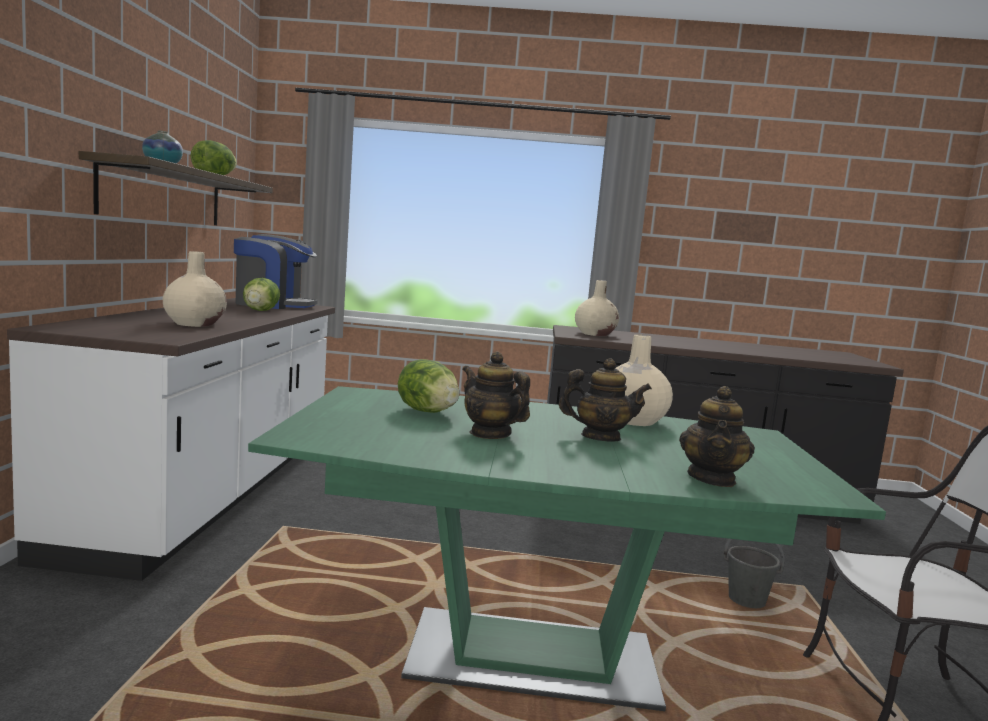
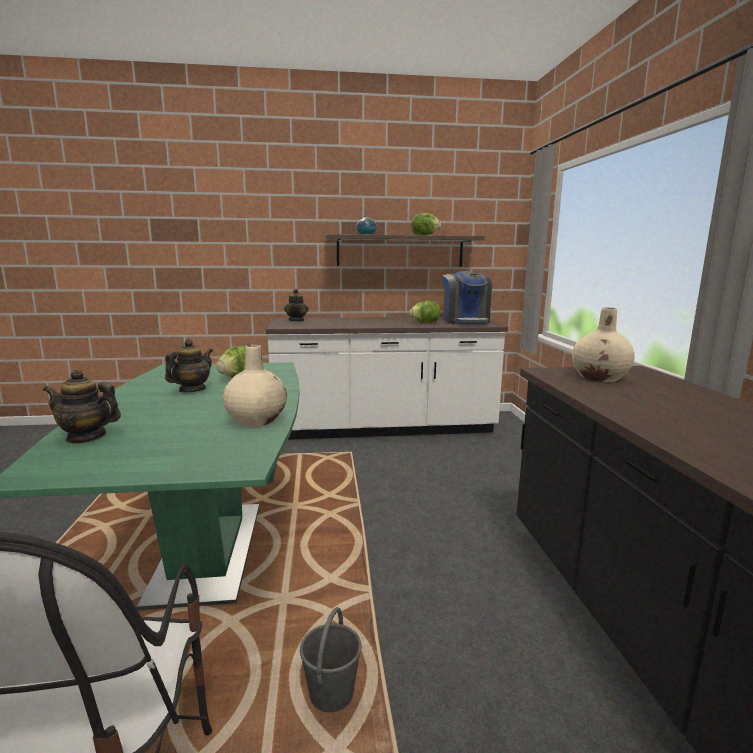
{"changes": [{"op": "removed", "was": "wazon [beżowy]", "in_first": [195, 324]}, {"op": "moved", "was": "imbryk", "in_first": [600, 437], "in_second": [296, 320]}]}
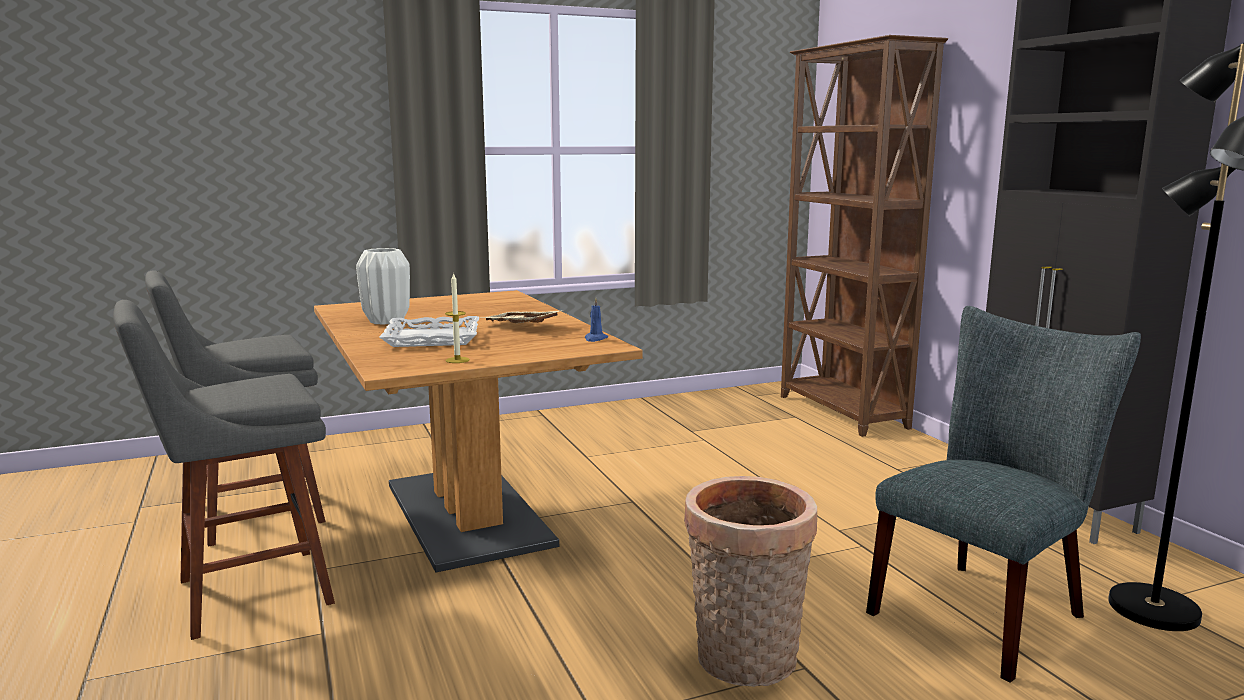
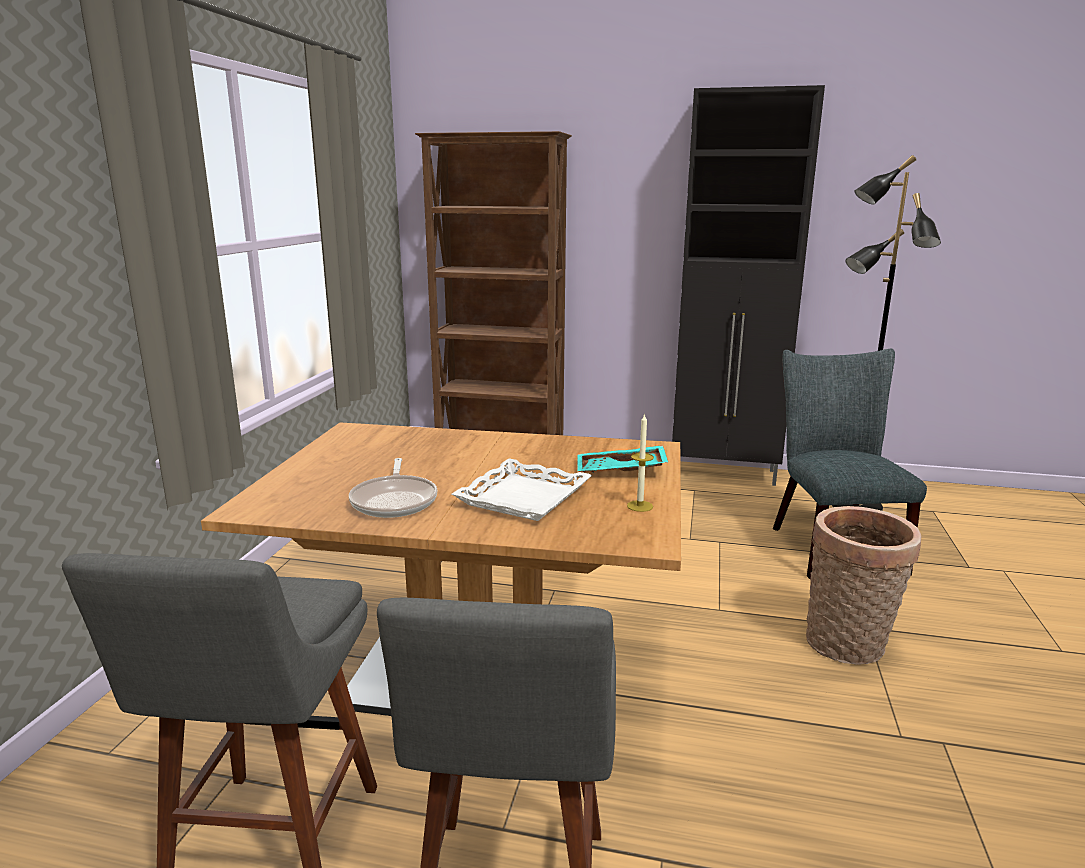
{"changes": [{"op": "replaced", "was": "wazon [biały]", "now": "patelnia", "in_first": [387, 321], "in_second": [395, 501]}, {"op": "removed", "was": "świeca [niebieski]", "in_first": [595, 339]}, {"op": "removed", "was": "taca [beżowy]", "in_first": [520, 326]}, {"op": "added", "now": "taca [turkusowy]", "in_second": [620, 471]}]}
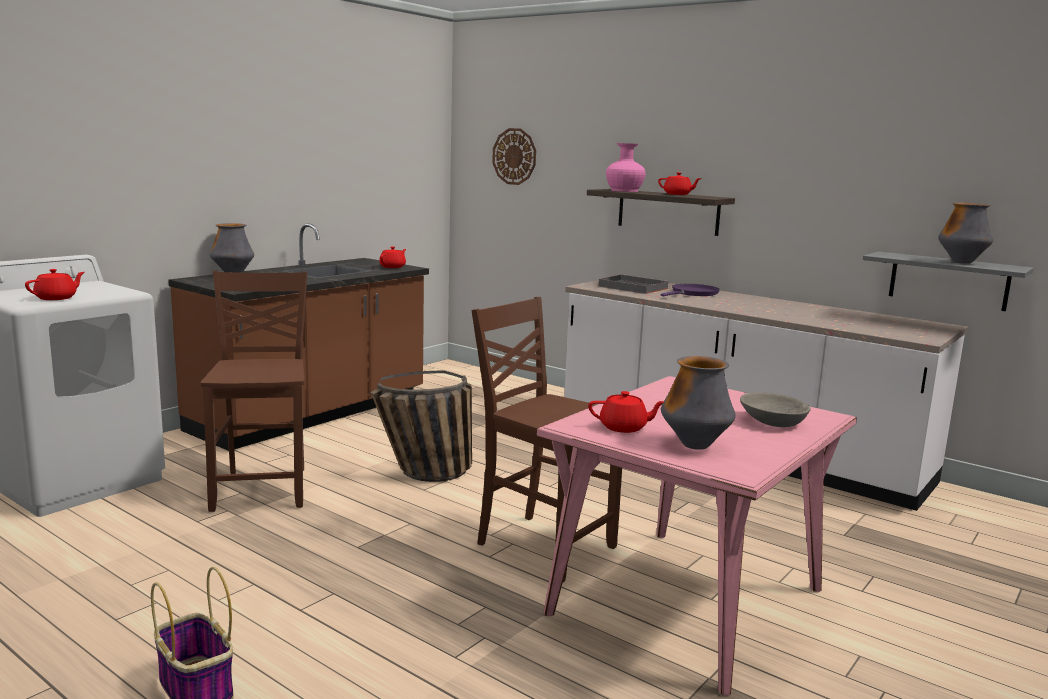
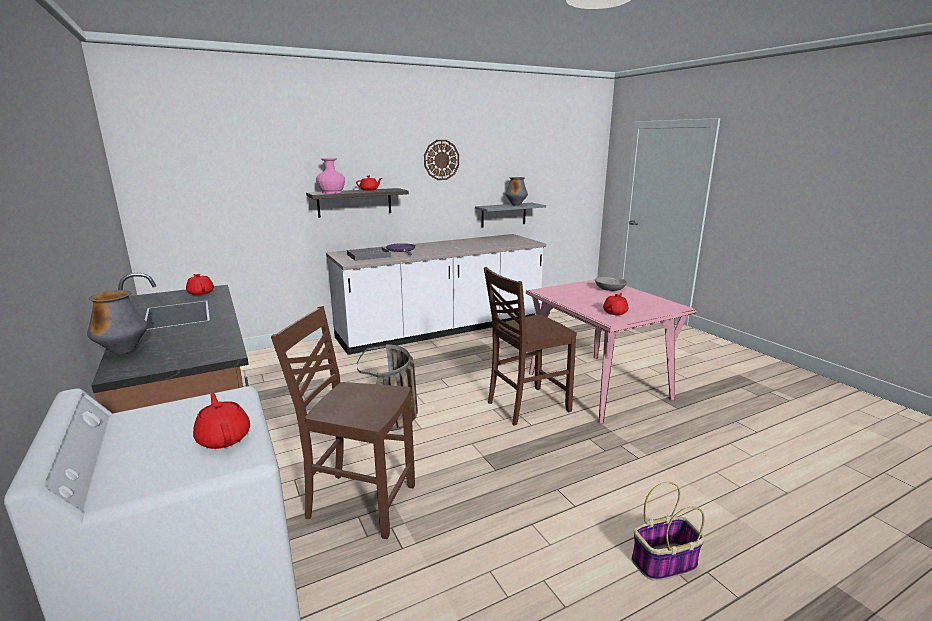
{"changes": [{"op": "moved", "was": "zegar ścienny", "in_first": [514, 156], "in_second": [441, 160]}, {"op": "removed", "was": "wazon", "in_first": [695, 445]}]}
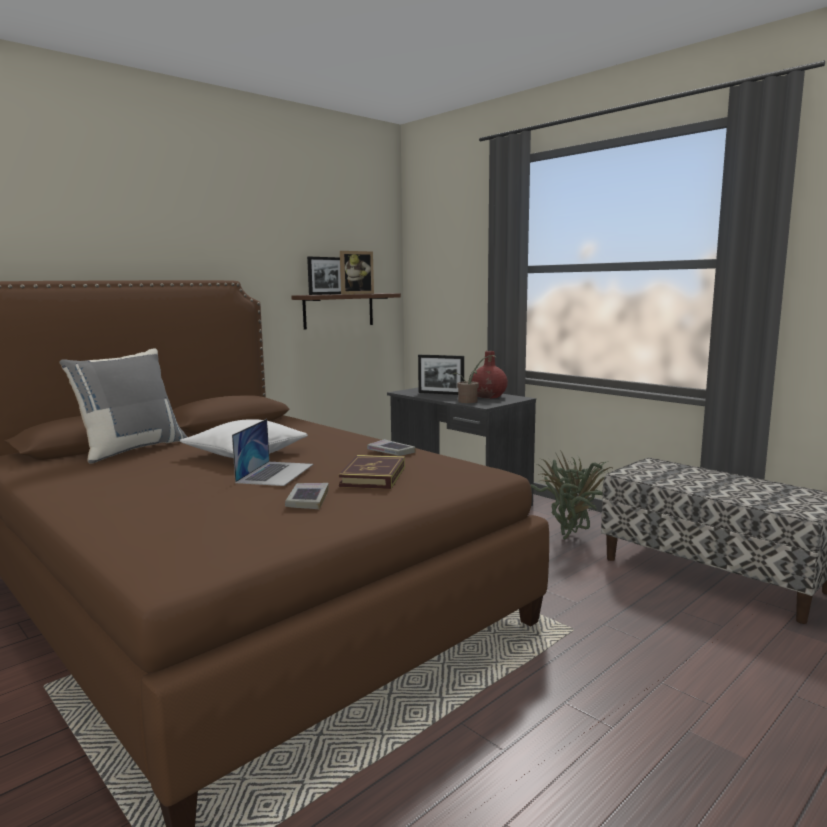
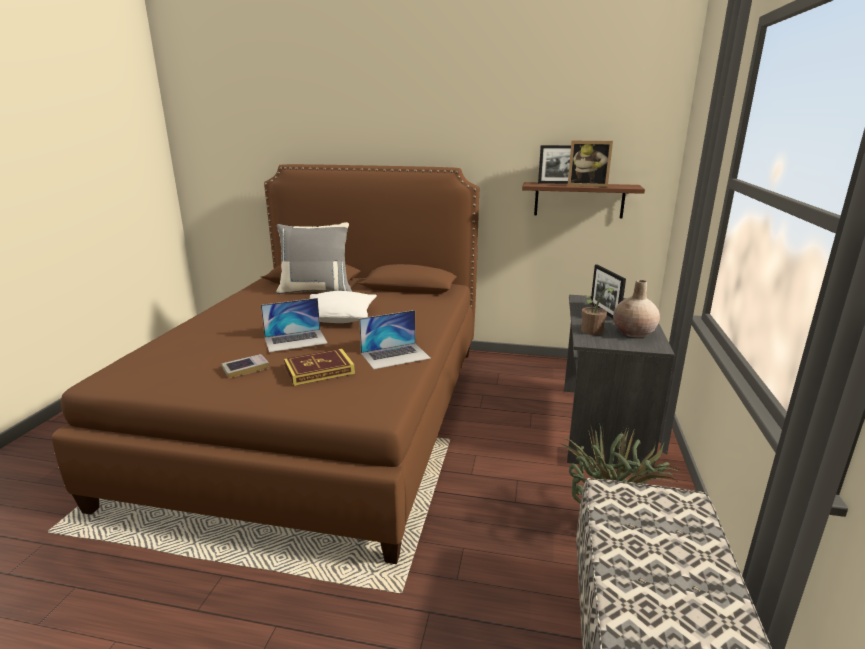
{"changes": [{"op": "recoloured", "was": "wazon [czerwony]", "now": "wazon [beżowy]", "in_first": [489, 396], "in_second": [634, 332]}, {"op": "replaced", "was": "książka", "now": "laptop", "in_first": [391, 452], "in_second": [395, 355]}]}
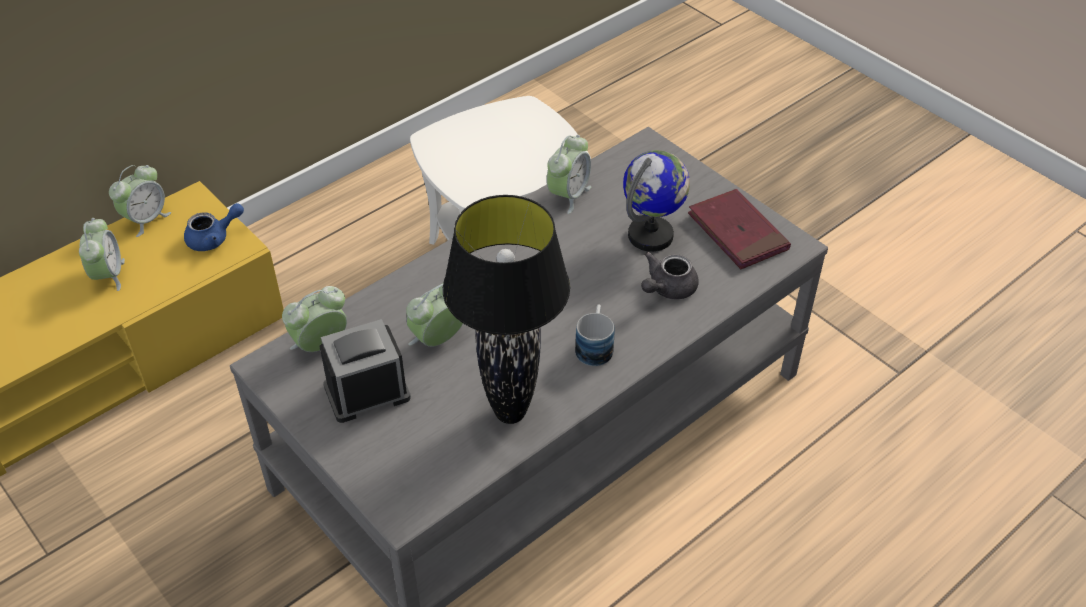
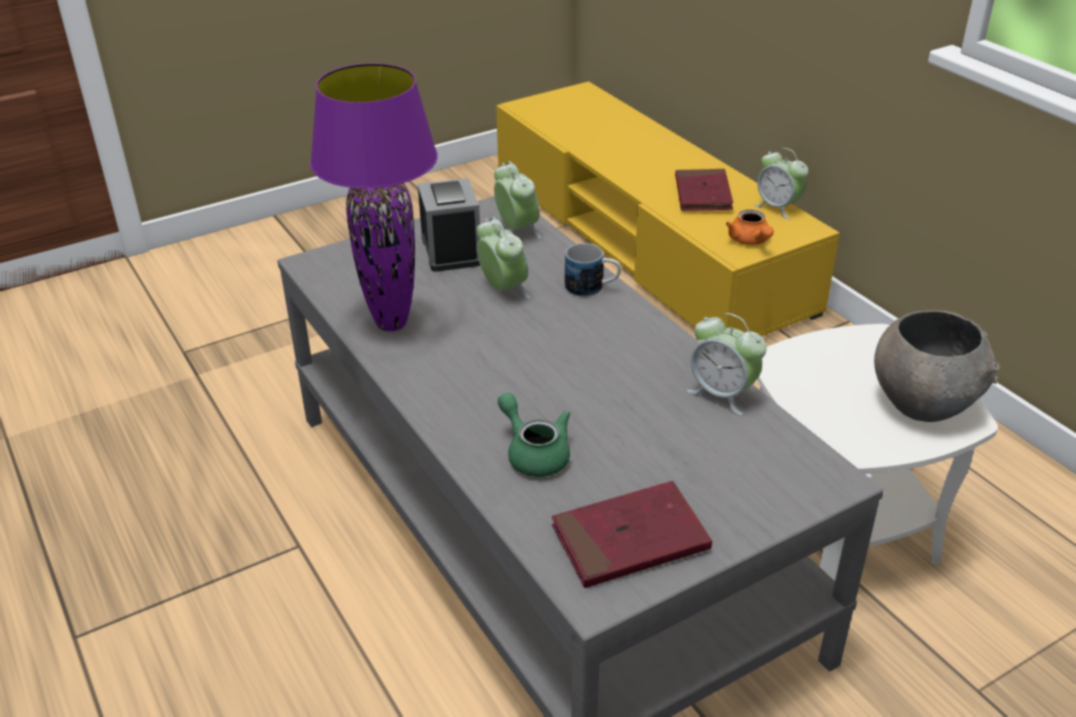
{"changes": [{"op": "removed", "was": "globus", "in_first": [651, 236]}, {"op": "recoloured", "was": "lampa stołowa [czarny]", "now": "lampa stołowa [fioletowy]", "in_first": [509, 413], "in_second": [391, 323]}, {"op": "recoloured", "was": "imbryk [niebieski]", "now": "imbryk [pomarańczowy]", "in_first": [214, 238], "in_second": [750, 241]}, {"op": "replaced", "was": "budzik", "now": "książka [czerwony]", "in_first": [108, 275], "in_second": [703, 194]}, {"op": "recoloured", "was": "imbryk [szary]", "now": "imbryk [zielony]", "in_first": [667, 289], "in_second": [534, 453]}, {"op": "moved", "was": "kubek", "in_first": [595, 346], "in_second": [592, 288]}, {"op": "added", "now": "miska [szary]", "in_second": [923, 403]}]}
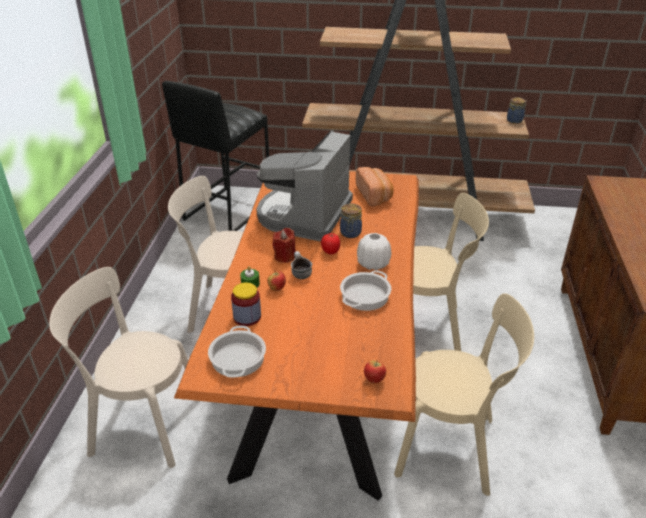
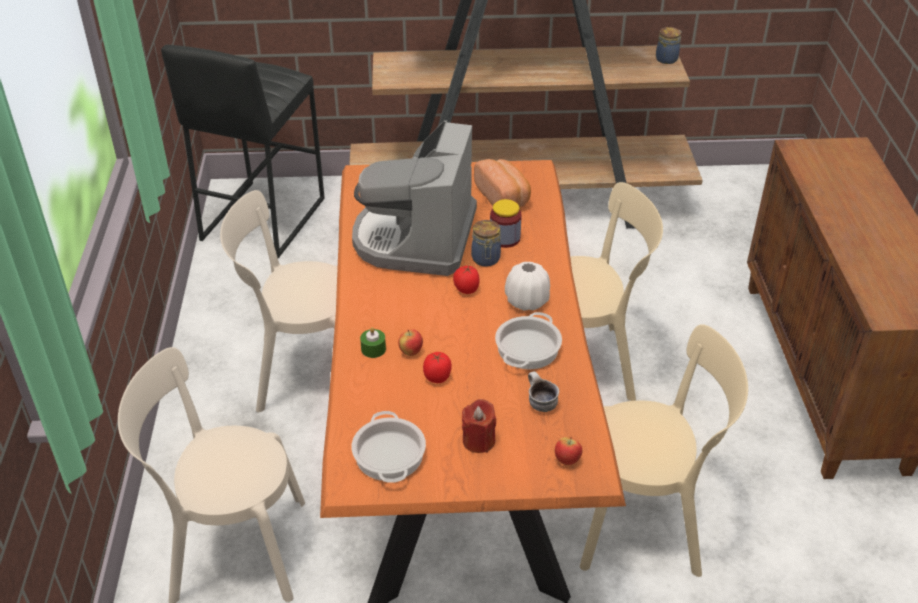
{"changes": [{"op": "moved", "was": "świeca [czerwony]", "in_first": [285, 256], "in_second": [478, 440]}, {"op": "moved", "was": "kubek", "in_first": [300, 274], "in_second": [539, 403]}, {"op": "moved", "was": "słoik", "in_first": [247, 317], "in_second": [504, 238]}, {"op": "added", "now": "pomidor", "in_second": [437, 377]}]}
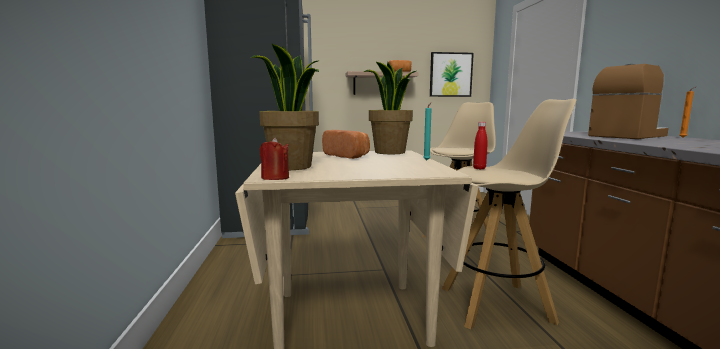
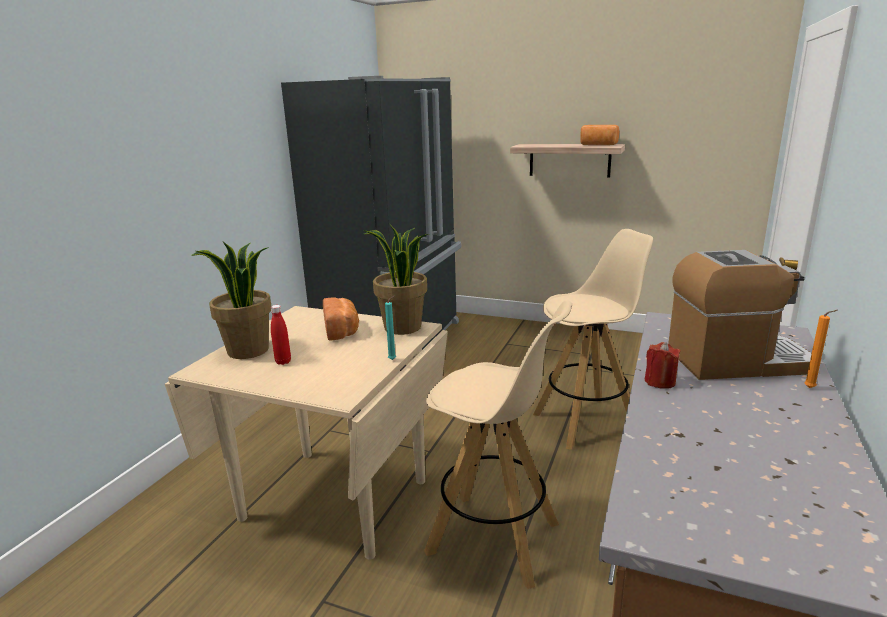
{"changes": [{"op": "removed", "was": "obraz", "in_first": [450, 74]}, {"op": "moved", "was": "butelka [czerwony]", "in_first": [479, 168], "in_second": [283, 362]}, {"op": "moved", "was": "świeca [czerwony]", "in_first": [275, 178], "in_second": [660, 382]}]}
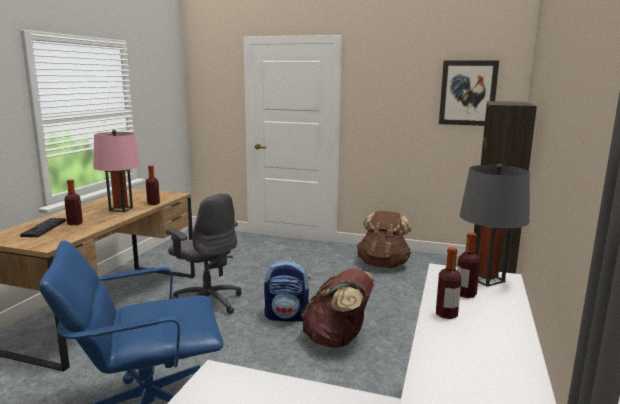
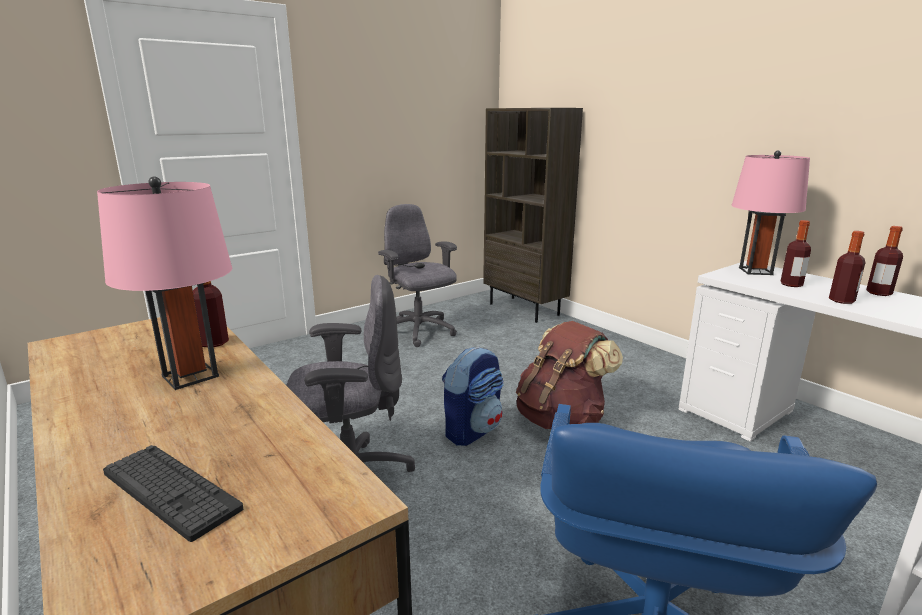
{"changes": [{"op": "removed", "was": "obraz", "in_first": [468, 93]}, {"op": "recoloured", "was": "lampa stołowa [szary]", "now": "lampa stołowa [różowy]", "in_first": [486, 279], "in_second": [755, 271]}, {"op": "moved", "was": "butelka", "in_first": [75, 223], "in_second": [878, 293]}, {"op": "replaced", "was": "plecak [brązowy]", "now": "krzesło biurowe [szary]", "in_first": [383, 264], "in_second": [419, 332]}]}
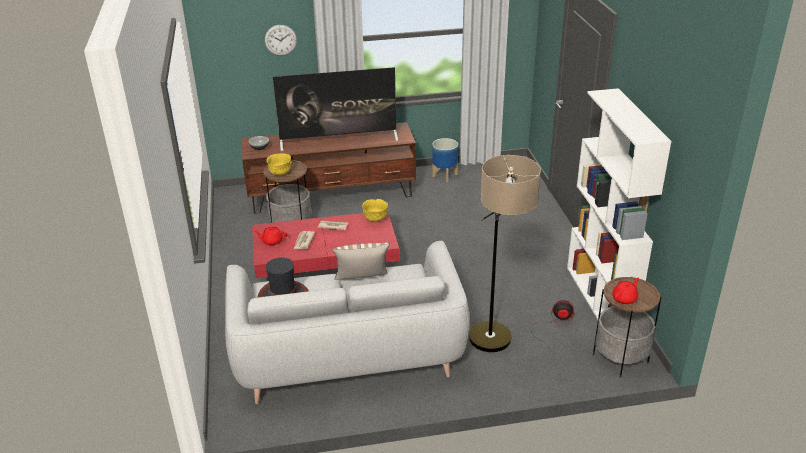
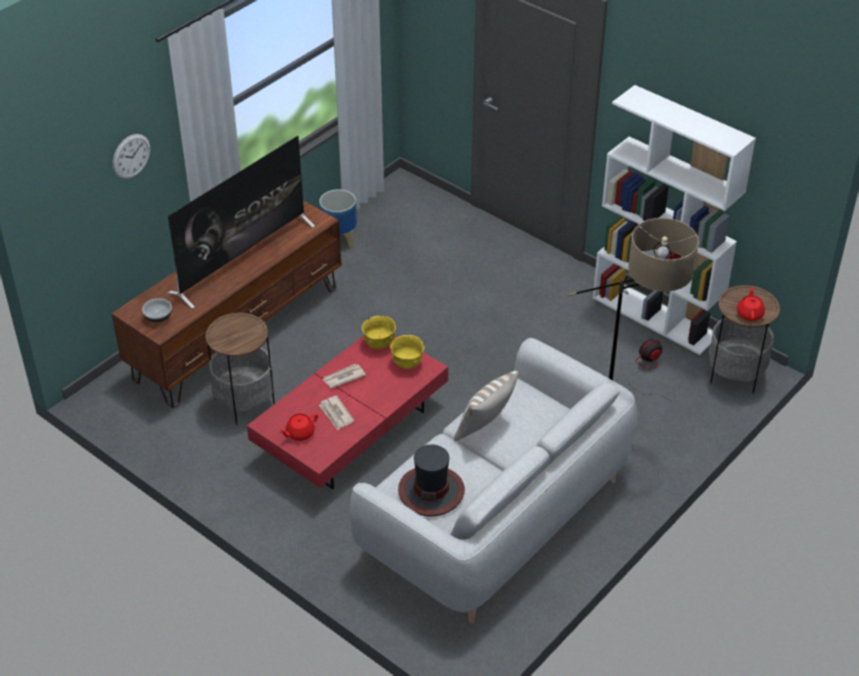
{"changes": [{"op": "moved", "was": "miska [żółty]", "in_first": [280, 173], "in_second": [407, 363]}]}
